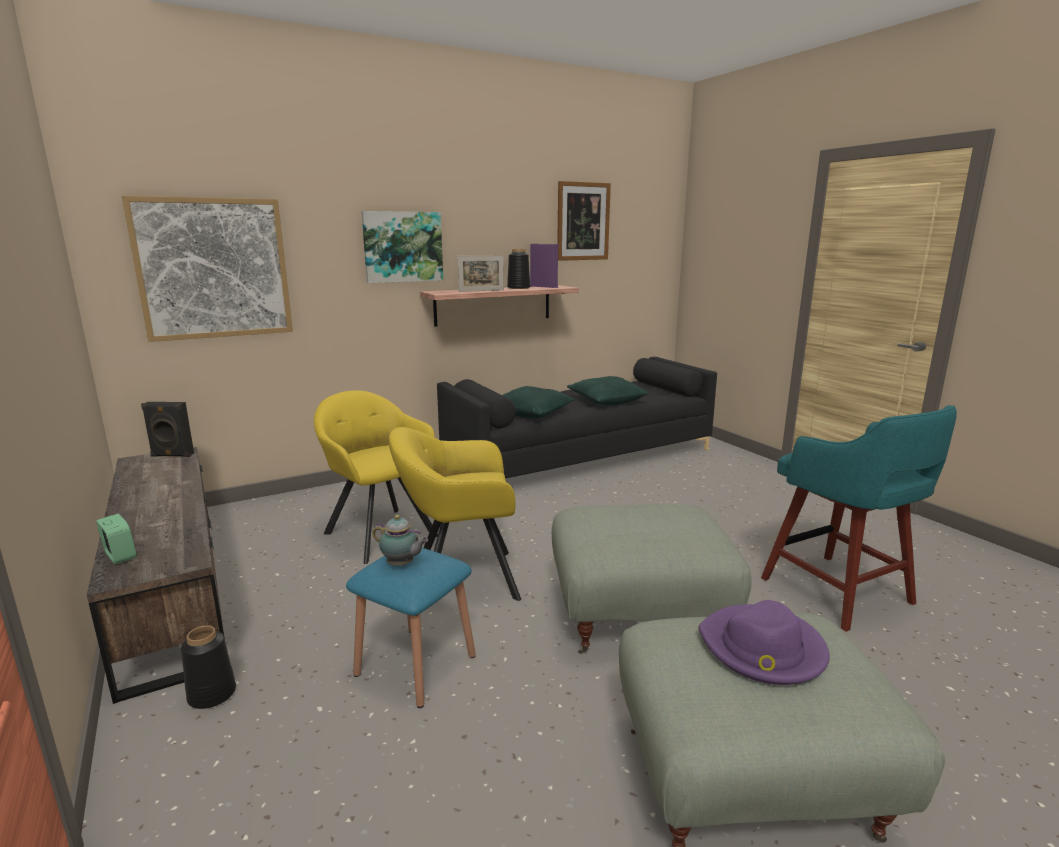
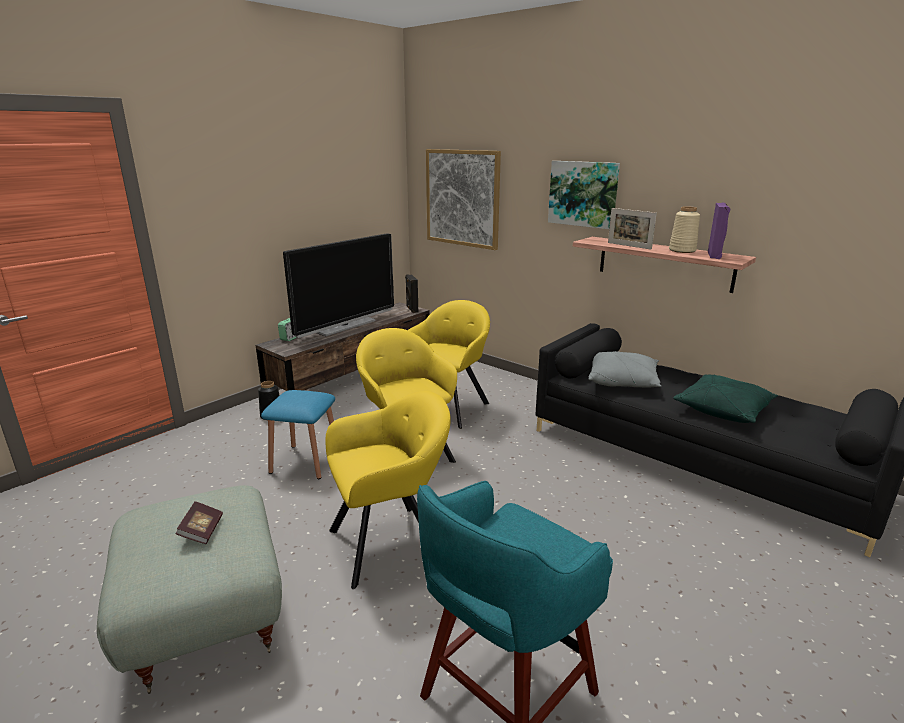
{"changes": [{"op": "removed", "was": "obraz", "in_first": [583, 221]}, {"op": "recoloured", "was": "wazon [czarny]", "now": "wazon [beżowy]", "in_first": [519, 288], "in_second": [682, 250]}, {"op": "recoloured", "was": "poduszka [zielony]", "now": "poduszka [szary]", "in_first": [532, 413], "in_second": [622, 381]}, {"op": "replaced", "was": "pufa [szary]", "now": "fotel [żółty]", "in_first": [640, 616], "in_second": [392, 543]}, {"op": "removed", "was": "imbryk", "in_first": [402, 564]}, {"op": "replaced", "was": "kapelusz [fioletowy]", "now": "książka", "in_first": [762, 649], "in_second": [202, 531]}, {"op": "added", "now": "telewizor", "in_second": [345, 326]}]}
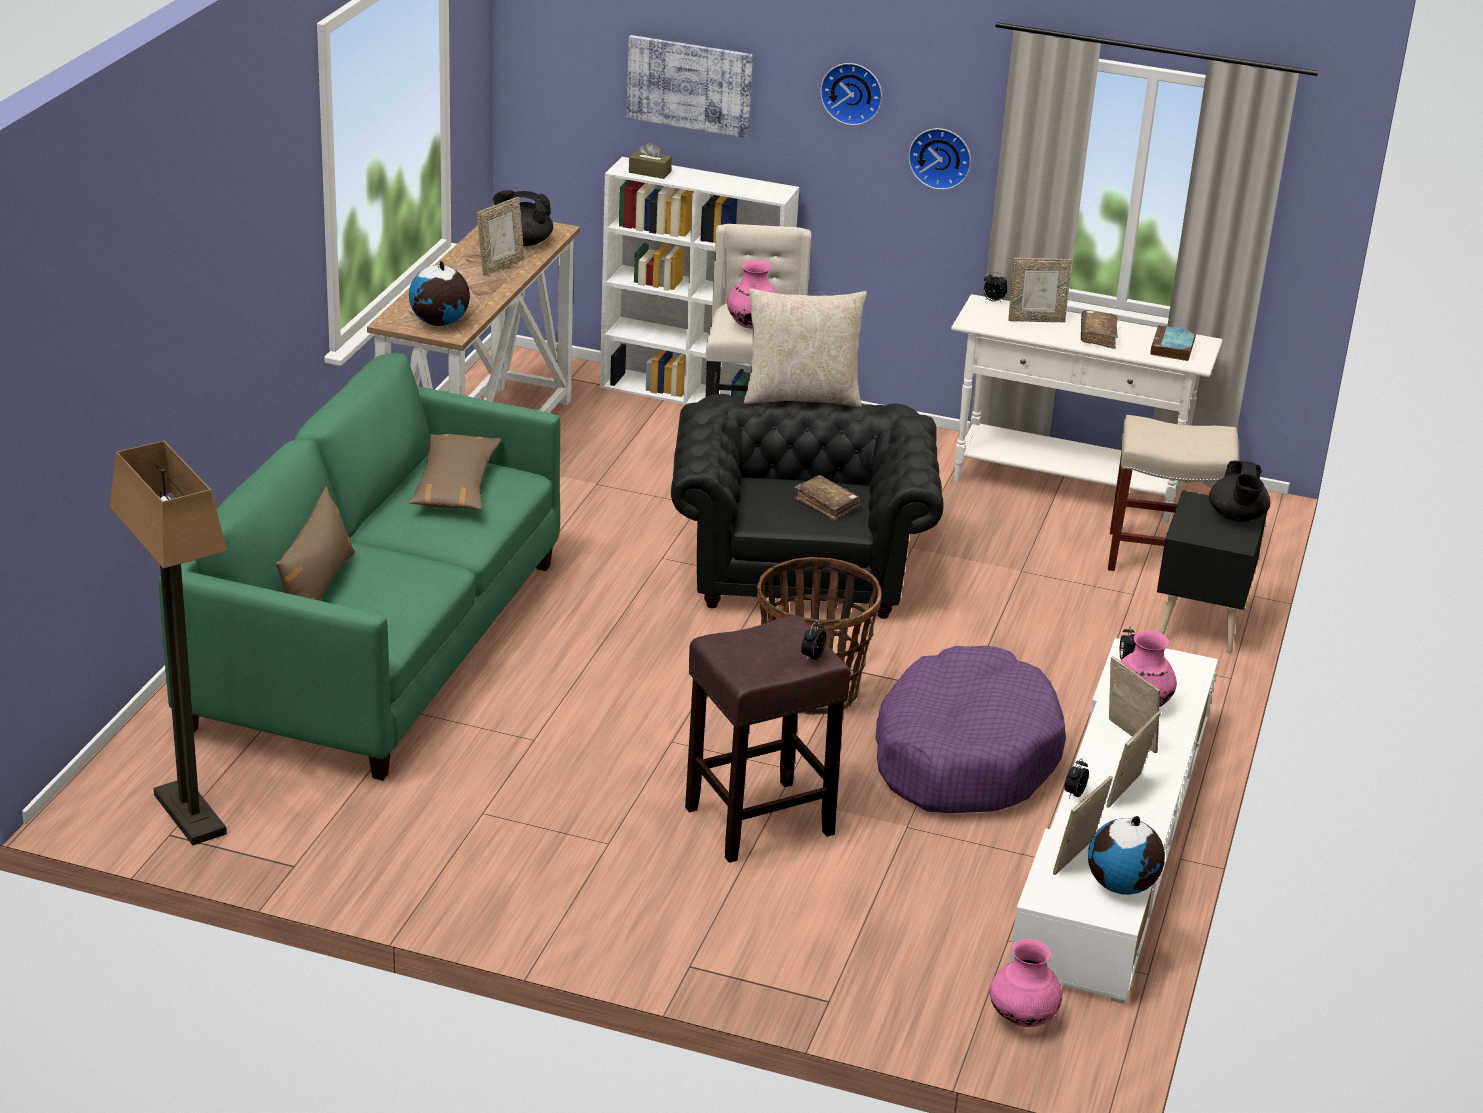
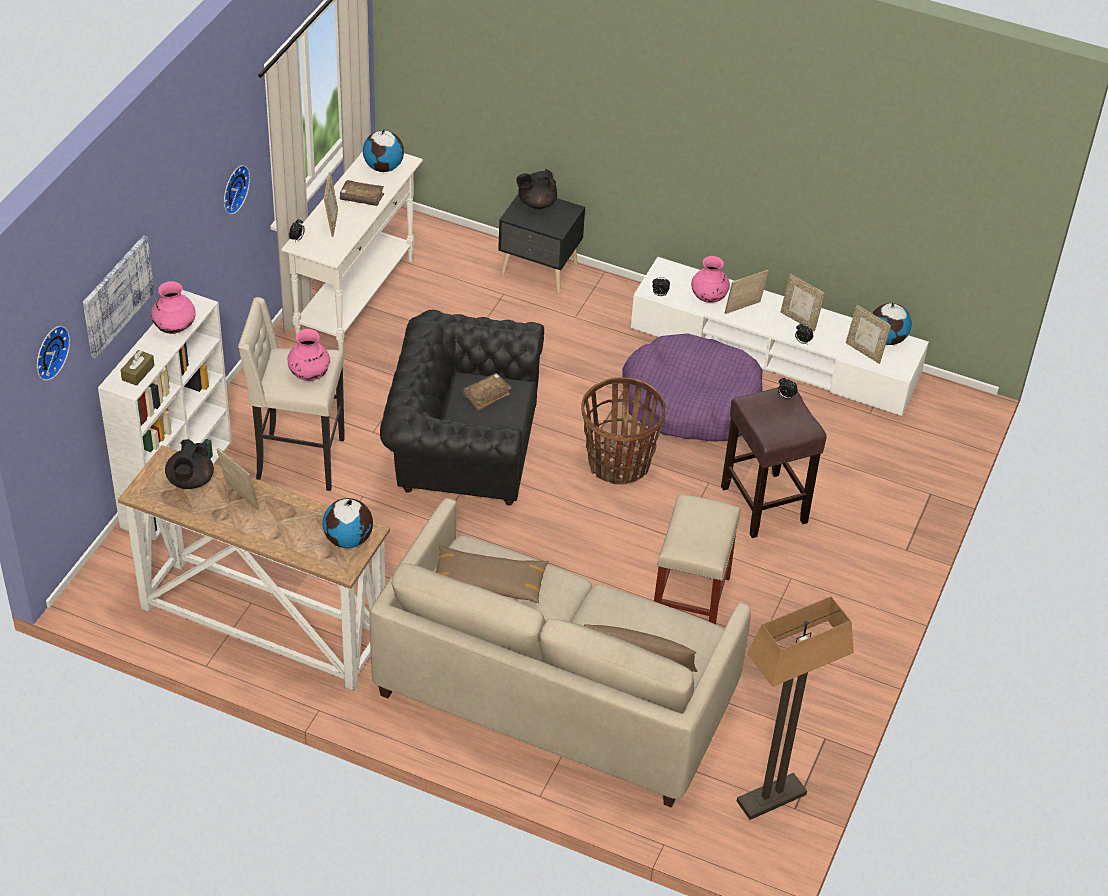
{"changes": [{"op": "moved", "was": "zegar ścienny", "in_first": [852, 92], "in_second": [49, 351]}, {"op": "removed", "was": "poduszka [beżowy]", "in_first": [801, 397]}, {"op": "replaced", "was": "książka", "now": "globus", "in_first": [1172, 348], "in_second": [384, 167]}, {"op": "recoloured", "was": "kanapa [zielony]", "now": "kanapa [beżowy]", "in_first": [376, 644], "in_second": [555, 693]}, {"op": "moved", "was": "stołek [beżowy]", "in_first": [1161, 557], "in_second": [690, 602]}, {"op": "turned", "was": "imbryk [czarny]", "in_first": [1236, 517], "in_second": [536, 203], "clockwise": 150}, {"op": "moved", "was": "wazon [różowy]", "in_first": [1022, 1018], "in_second": [175, 328]}]}
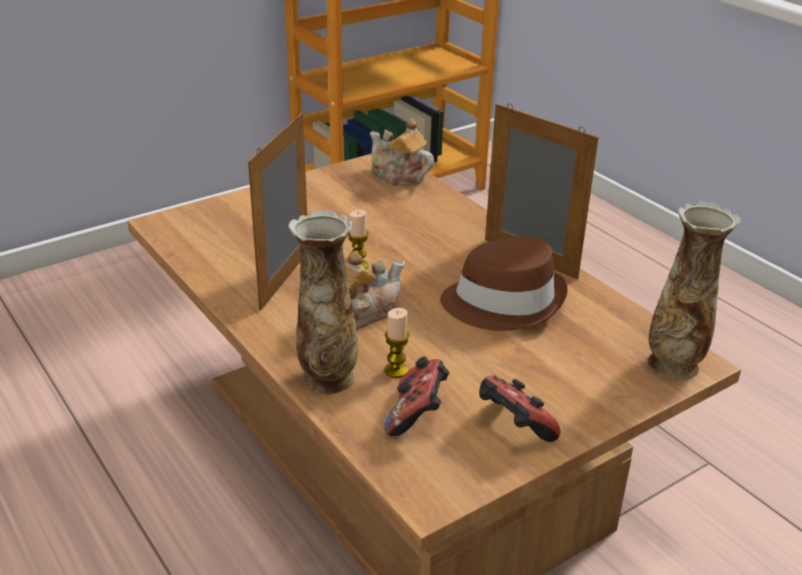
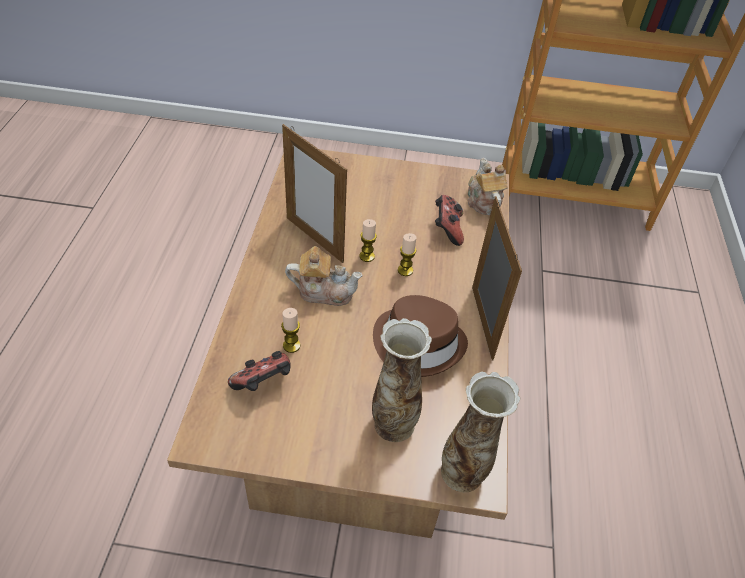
{"changes": [{"op": "turned", "was": "ramka na zdjęcie", "in_first": [285, 279], "in_second": [314, 239], "clockwise": -105}, {"op": "moved", "was": "wazon", "in_first": [327, 377], "in_second": [393, 422]}, {"op": "moved", "was": "pad do gier", "in_first": [513, 427], "in_second": [447, 229]}, {"op": "added", "now": "świeca", "in_second": [405, 270]}]}
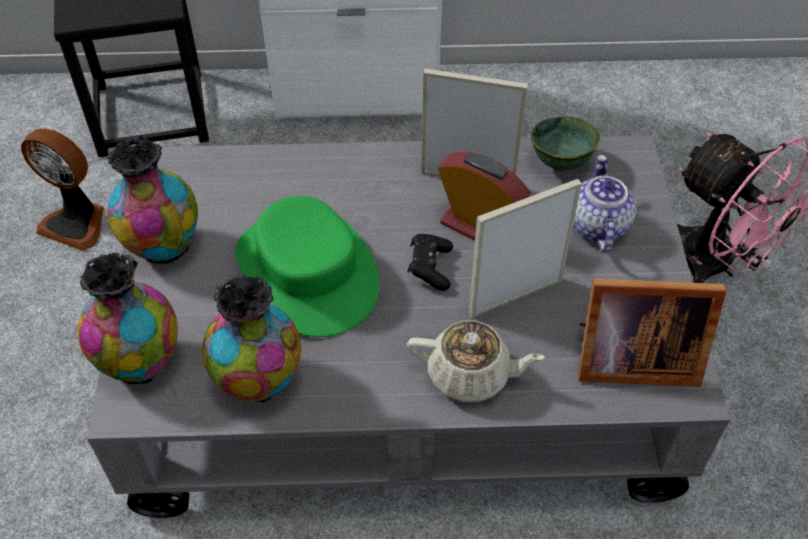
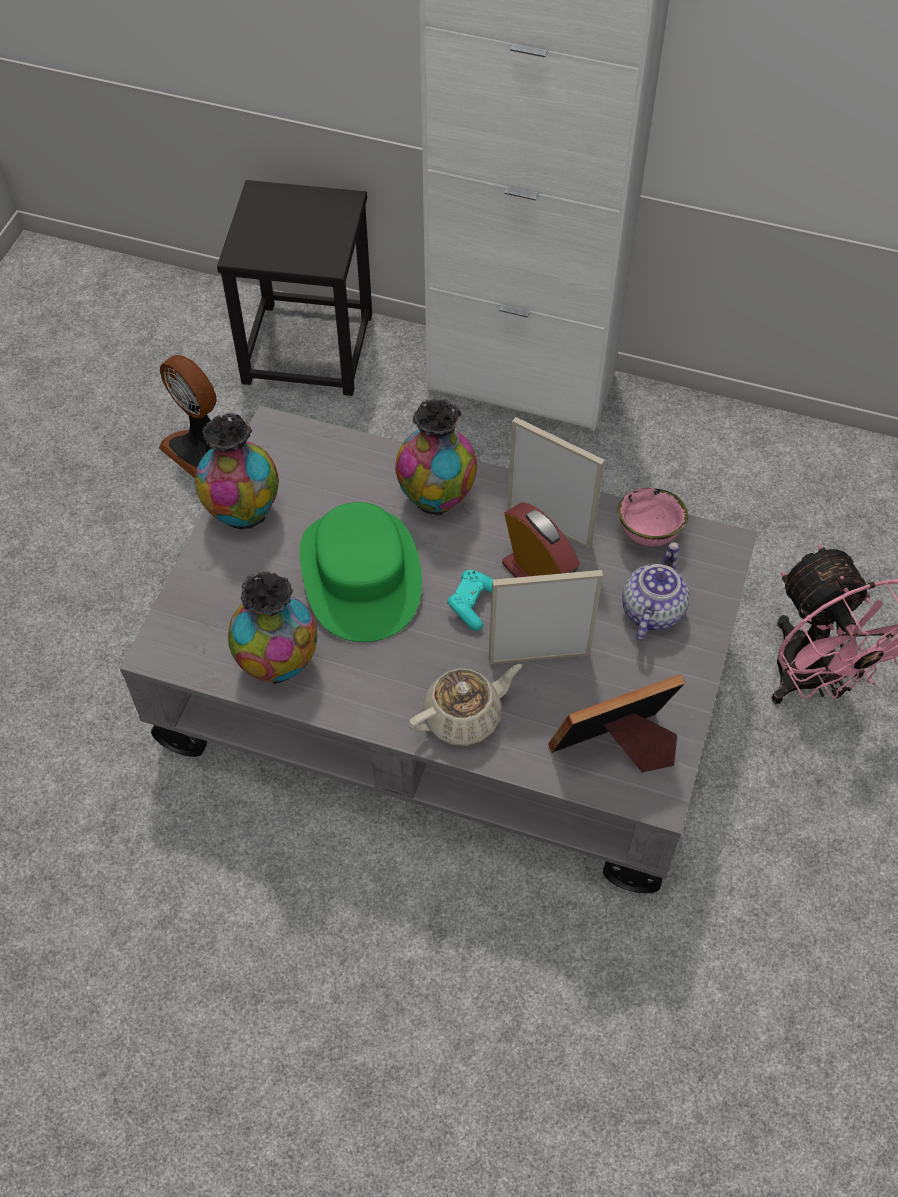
{"changes": [{"op": "recoloured", "was": "miska [zielony]", "now": "miska [różowy]", "in_first": [559, 163], "in_second": [647, 535]}, {"op": "recoloured", "was": "pad do gier [czarny]", "now": "pad do gier [turkusowy]", "in_first": [430, 268], "in_second": [473, 604]}, {"op": "moved", "was": "wazon", "in_first": [141, 361], "in_second": [437, 496]}, {"op": "turned", "was": "ramka na zdjęcie", "in_first": [630, 359], "in_second": [617, 748], "clockwise": 135}, {"op": "turned", "was": "imbryk [beżowy]", "in_first": [470, 375], "in_second": [464, 716], "clockwise": -60}]}
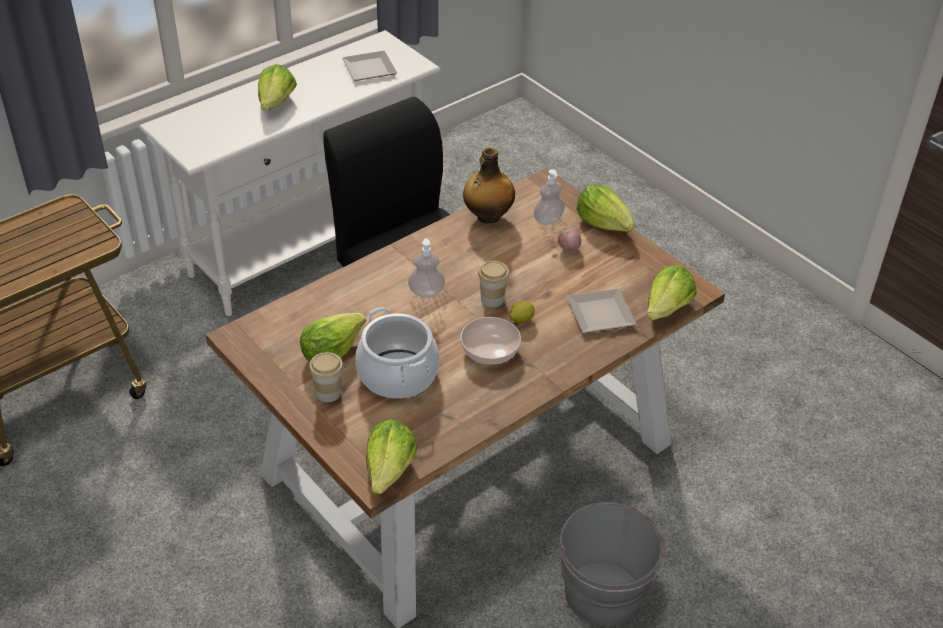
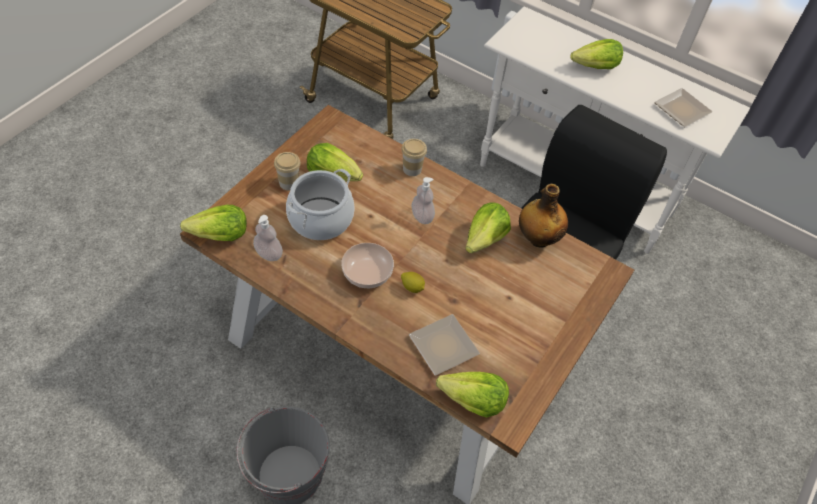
{"changes": [{"op": "moved", "was": "dozownik mydła", "in_first": [548, 219], "in_second": [268, 254]}, {"op": "moved", "was": "sałata", "in_first": [604, 223], "in_second": [485, 239]}, {"op": "removed", "was": "jabłko", "in_first": [568, 249]}, {"op": "moved", "was": "filiżanka", "in_first": [492, 299], "in_second": [412, 169]}]}
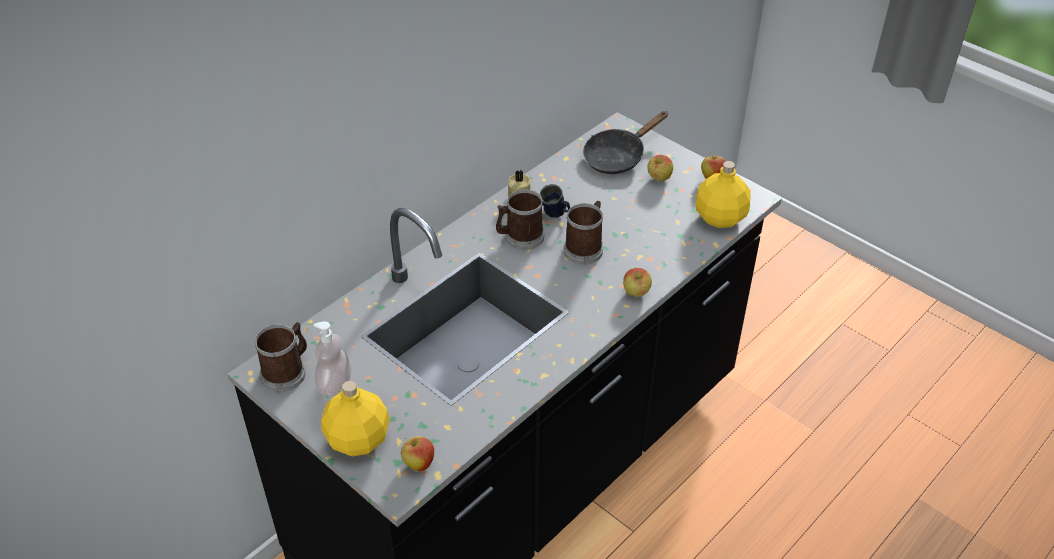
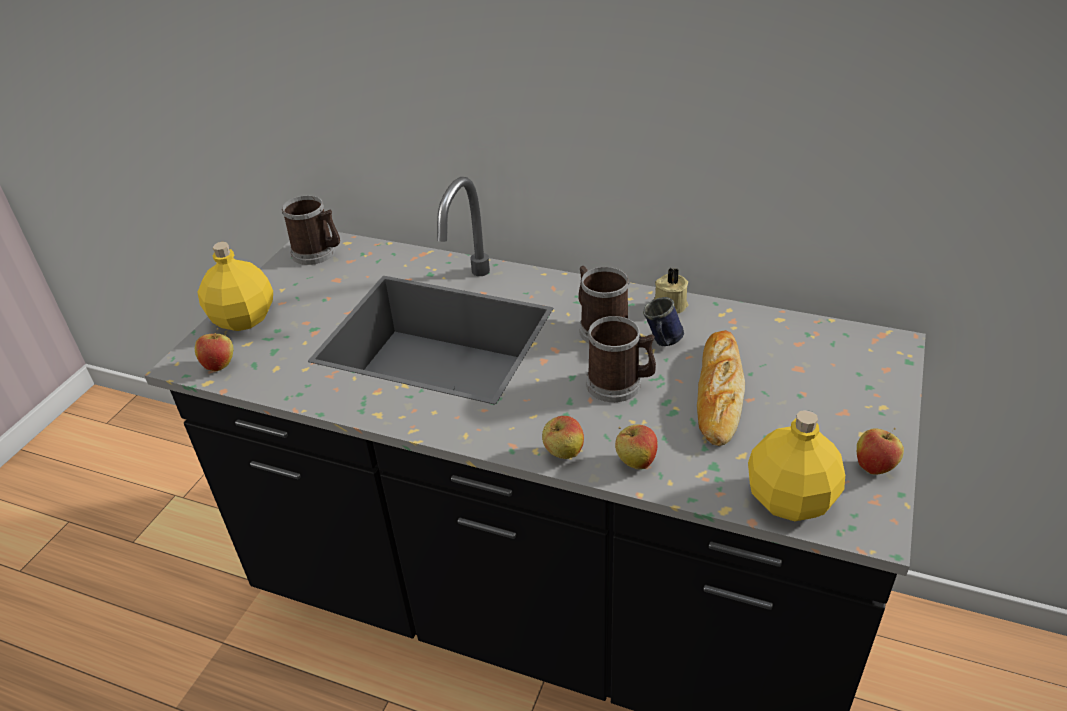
{"changes": [{"op": "removed", "was": "patelnia [czarny]", "in_first": [618, 156]}, {"op": "moved", "was": "jabłko", "in_first": [659, 179], "in_second": [635, 462]}, {"op": "removed", "was": "dozownik mydła", "in_first": [335, 384]}, {"op": "added", "now": "chleb", "in_second": [718, 392]}]}
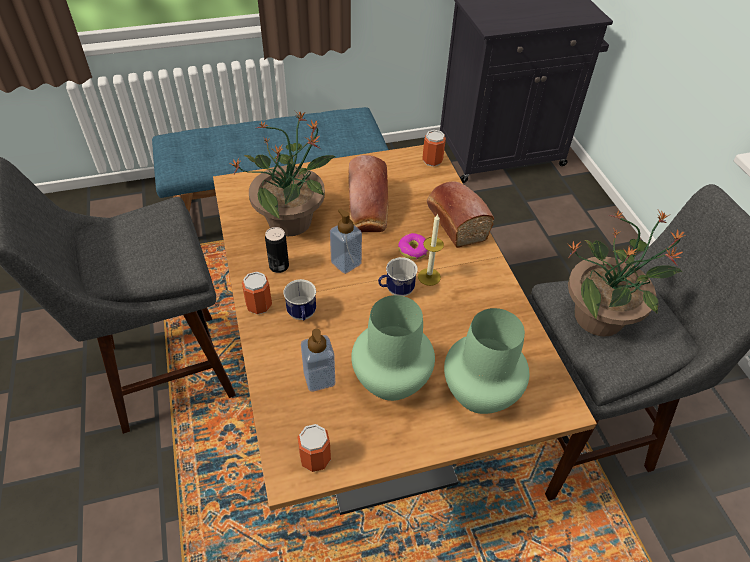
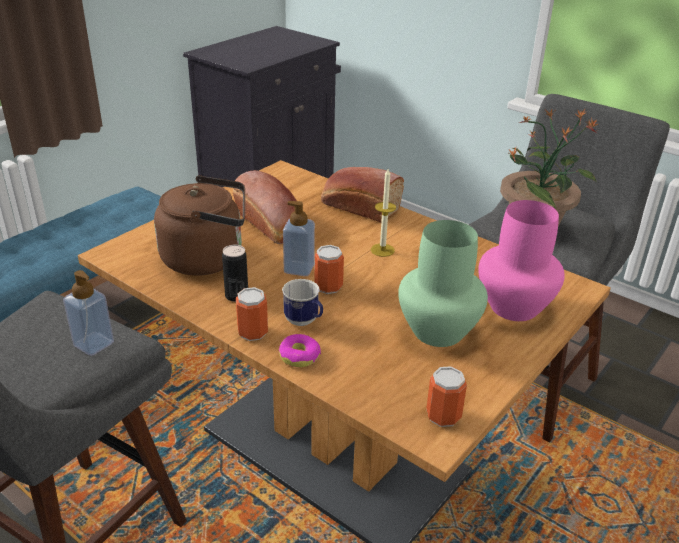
{"changes": [{"op": "replaced", "was": "roślina doniczkowa", "now": "czajnik [brązowy]", "in_first": [291, 221], "in_second": [208, 258]}, {"op": "moved", "was": "puszka", "in_first": [432, 160], "in_second": [328, 287]}, {"op": "moved", "was": "donut", "in_first": [413, 250], "in_second": [299, 356]}, {"op": "removed", "was": "kubek", "in_first": [396, 291]}, {"op": "recoloured", "was": "wazon [zielony]", "now": "wazon [różowy]", "in_first": [479, 394], "in_second": [514, 308]}, {"op": "moved", "was": "dozownik mydła", "in_first": [319, 378], "in_second": [94, 344]}]}
